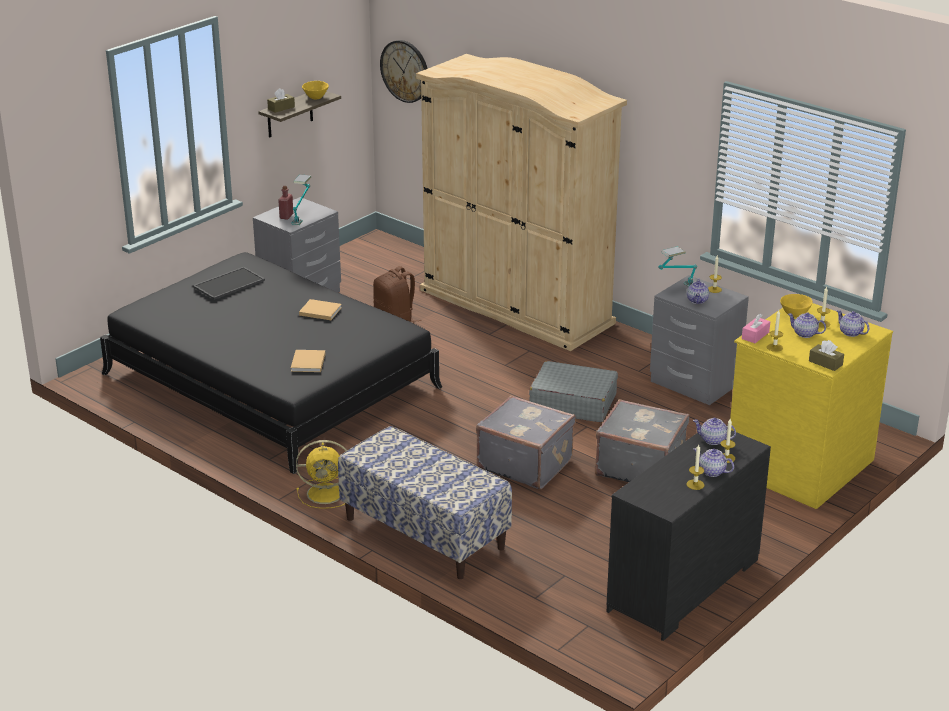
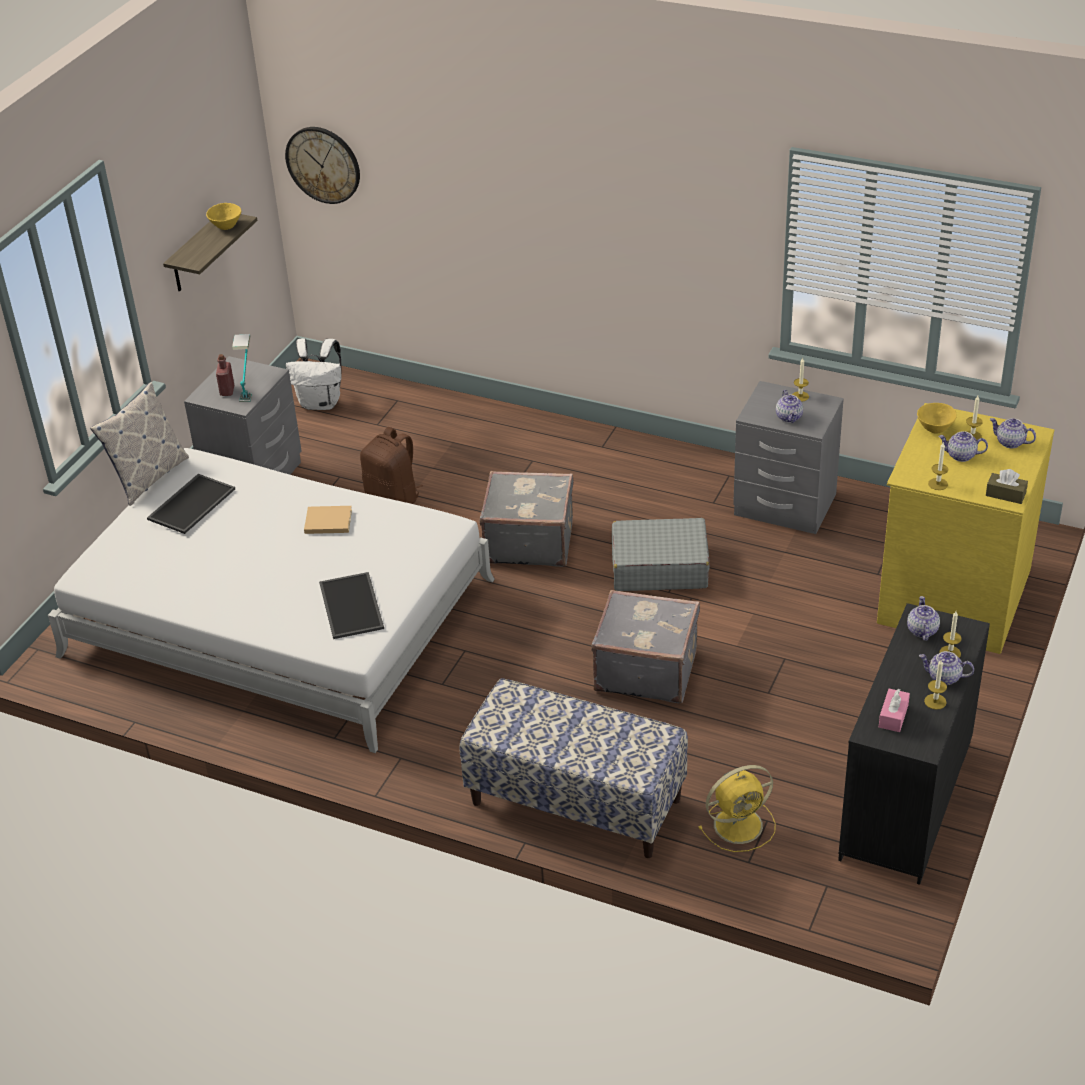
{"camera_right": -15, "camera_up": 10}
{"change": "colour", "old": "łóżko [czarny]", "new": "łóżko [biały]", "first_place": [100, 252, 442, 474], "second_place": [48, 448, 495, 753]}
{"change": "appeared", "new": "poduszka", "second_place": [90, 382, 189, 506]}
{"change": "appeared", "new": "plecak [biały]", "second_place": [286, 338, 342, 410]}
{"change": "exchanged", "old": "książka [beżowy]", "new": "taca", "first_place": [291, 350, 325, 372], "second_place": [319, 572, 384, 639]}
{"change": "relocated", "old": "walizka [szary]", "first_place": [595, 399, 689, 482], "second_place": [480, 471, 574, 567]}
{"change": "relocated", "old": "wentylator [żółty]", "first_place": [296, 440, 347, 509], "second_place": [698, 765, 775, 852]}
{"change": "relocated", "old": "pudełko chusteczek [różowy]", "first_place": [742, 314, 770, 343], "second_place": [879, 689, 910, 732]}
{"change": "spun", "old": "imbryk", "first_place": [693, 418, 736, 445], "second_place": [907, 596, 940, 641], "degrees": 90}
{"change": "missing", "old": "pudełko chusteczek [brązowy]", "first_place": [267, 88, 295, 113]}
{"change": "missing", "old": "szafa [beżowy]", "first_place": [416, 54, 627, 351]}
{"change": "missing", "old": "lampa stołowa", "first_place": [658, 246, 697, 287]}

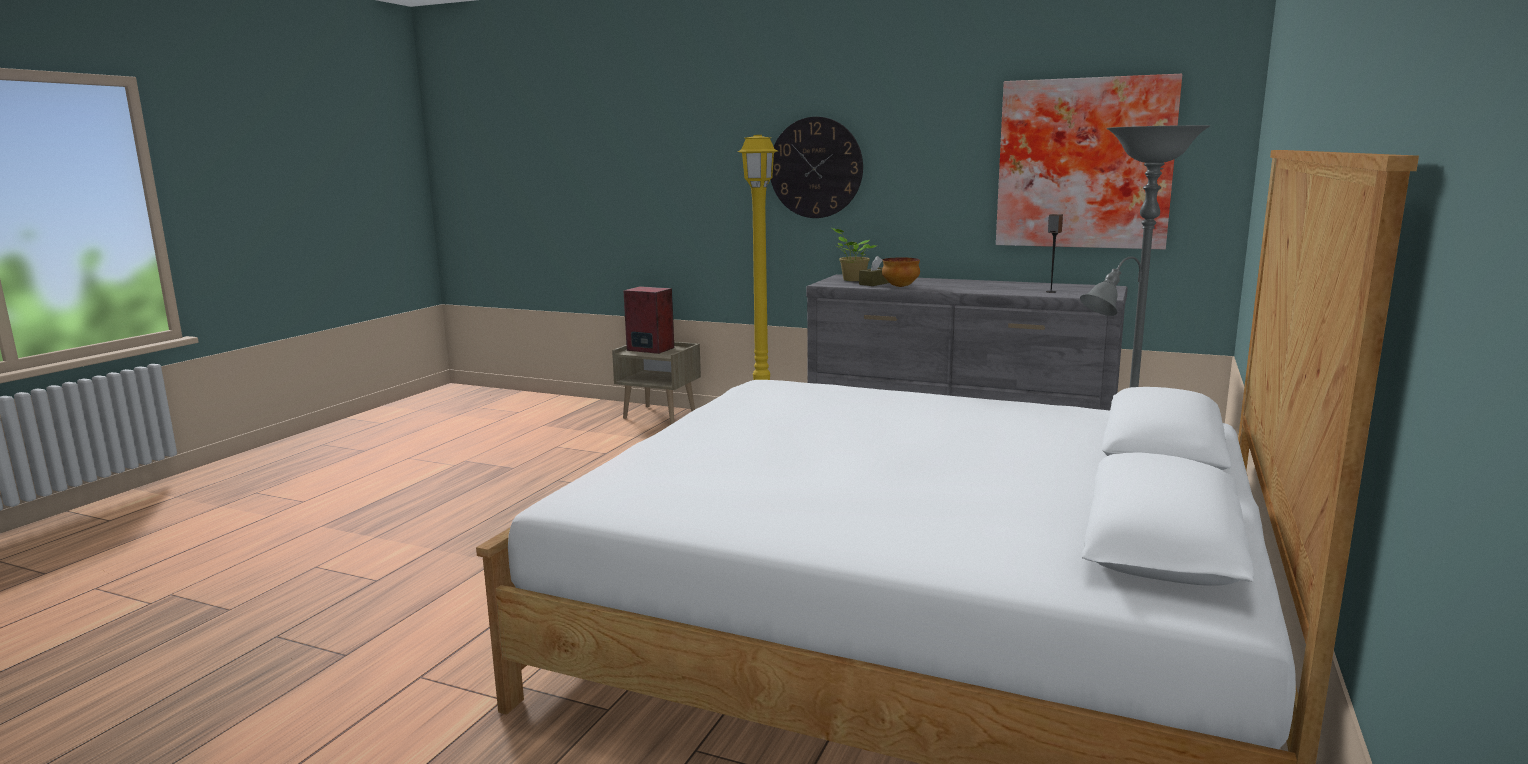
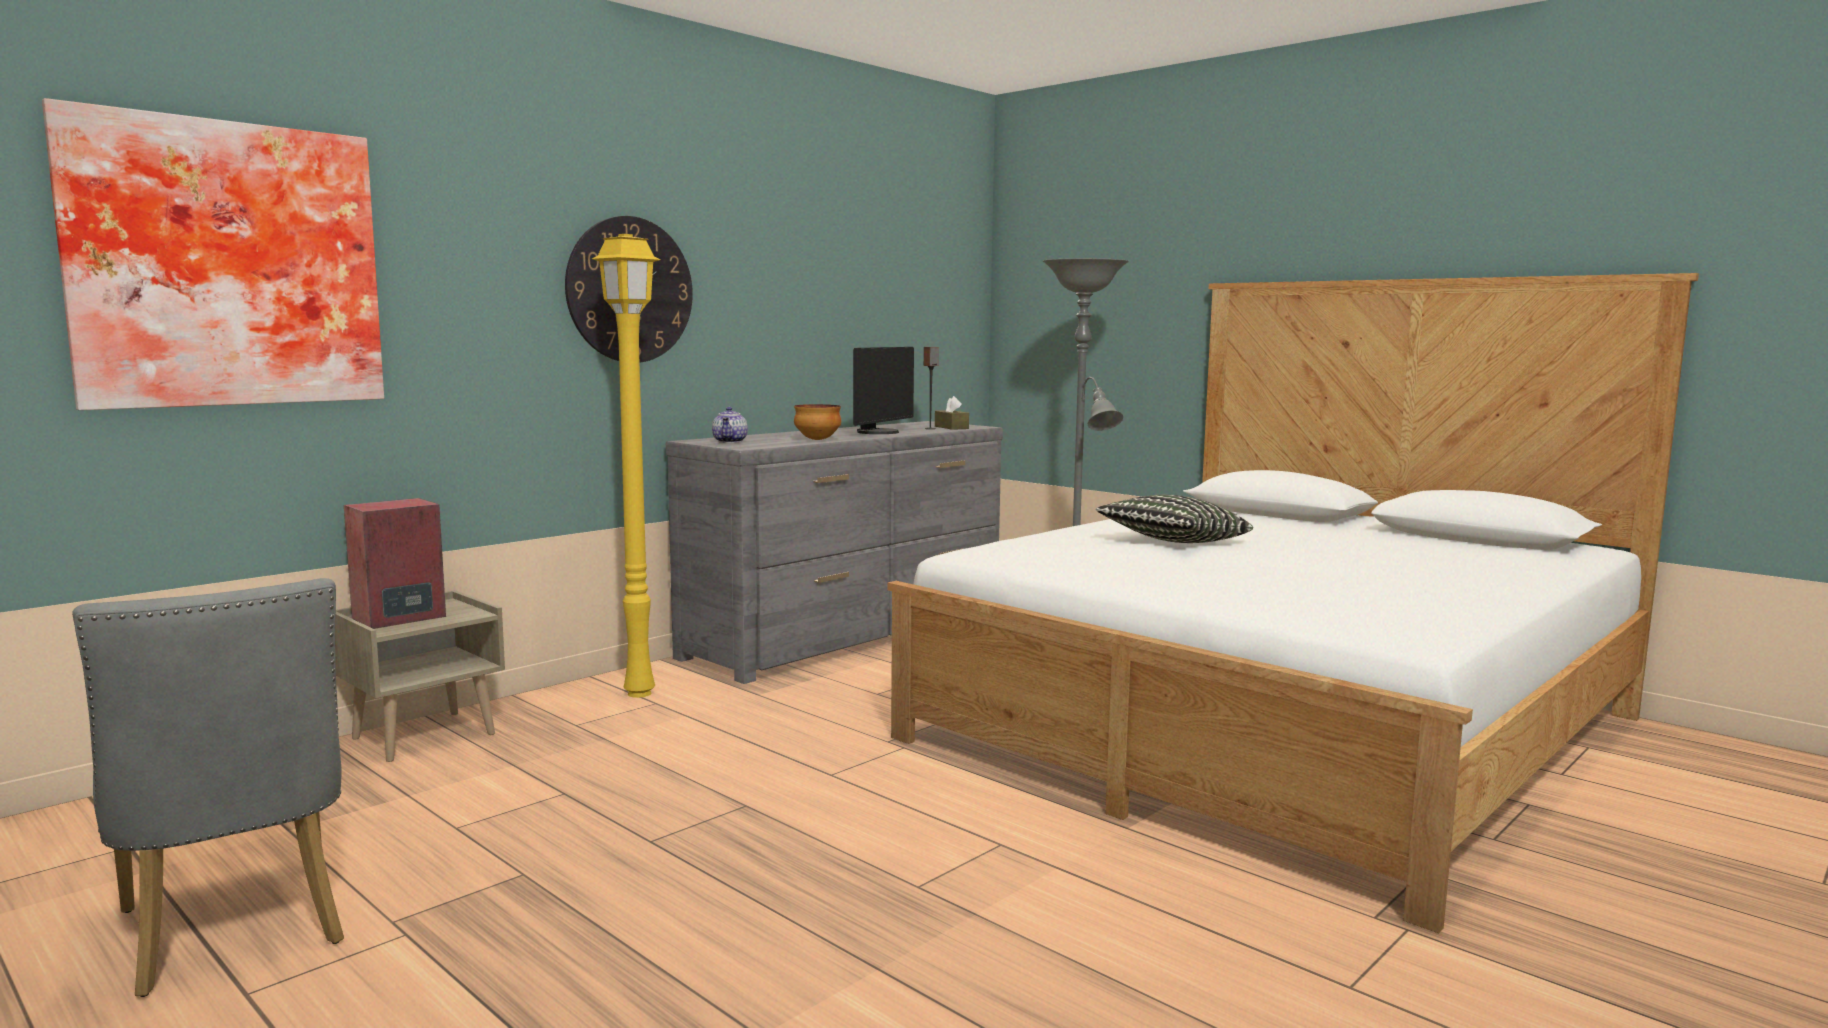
{"camera_right": -70, "camera_up": -5}
{"change": "relocated", "old": "obraz", "first_place": [996, 74, 1182, 249], "second_place": [42, 98, 384, 411]}
{"change": "appeared", "new": "krzesło [szary]", "second_place": [72, 578, 344, 997]}
{"change": "exchanged", "old": "roślina doniczkowa", "new": "imbryk", "first_place": [832, 228, 876, 281], "second_place": [712, 407, 748, 443]}
{"change": "appeared", "new": "monitor", "second_place": [853, 347, 914, 434]}
{"change": "relocated", "old": "pudełko chusteczek [brązowy]", "first_place": [859, 256, 889, 286], "second_place": [935, 396, 969, 430]}
{"change": "appeared", "new": "poduszka", "second_place": [1096, 494, 1253, 543]}

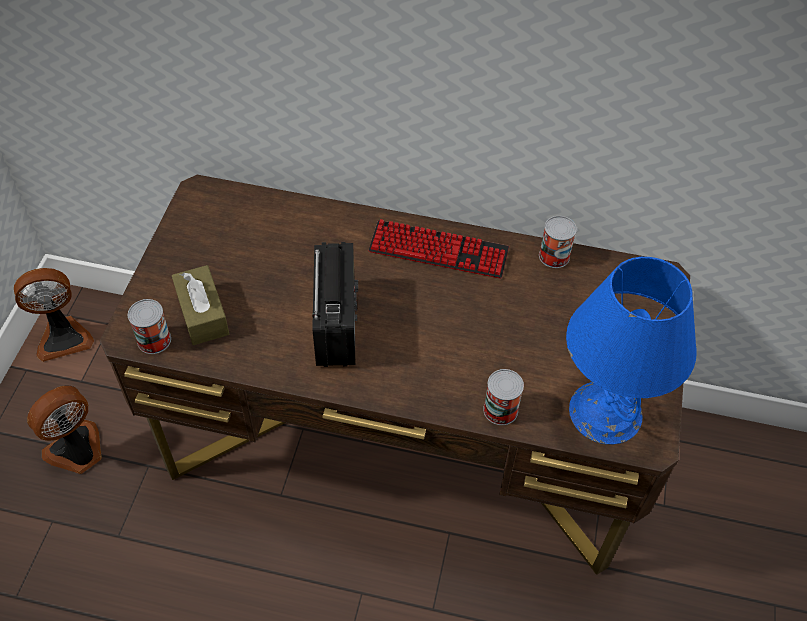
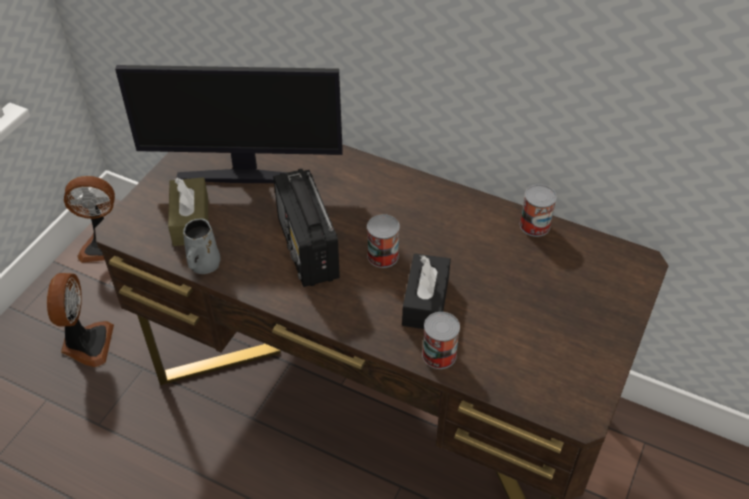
{"camera_right": 15, "camera_up": -5}
{"change": "spun", "old": "wentylator", "first_place": [27, 386, 102, 474], "second_place": [47, 273, 114, 367], "degrees": 120}
{"change": "appeared", "new": "monitor", "second_place": [115, 65, 343, 183]}
{"change": "appeared", "new": "kubek [szary]", "second_place": [183, 218, 221, 274]}
{"change": "spun", "old": "radio", "first_place": [312, 242, 358, 367], "second_place": [273, 169, 340, 287], "degrees": 150}
{"change": "relocated", "old": "puszka", "first_place": [128, 299, 171, 354], "second_place": [367, 214, 400, 268]}
{"change": "appeared", "new": "pudełko chusteczek [czarny]", "second_place": [402, 253, 451, 329]}
{"change": "missing", "old": "klawiatura", "first_place": [368, 219, 509, 279]}
{"change": "missing", "old": "lampa stołowa [niebieski]", "first_place": [566, 257, 696, 445]}

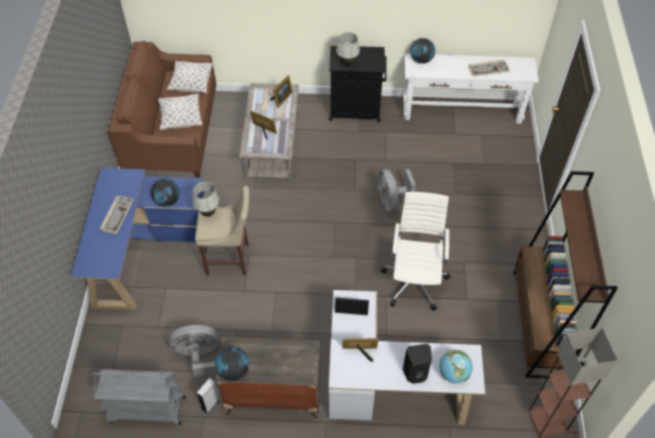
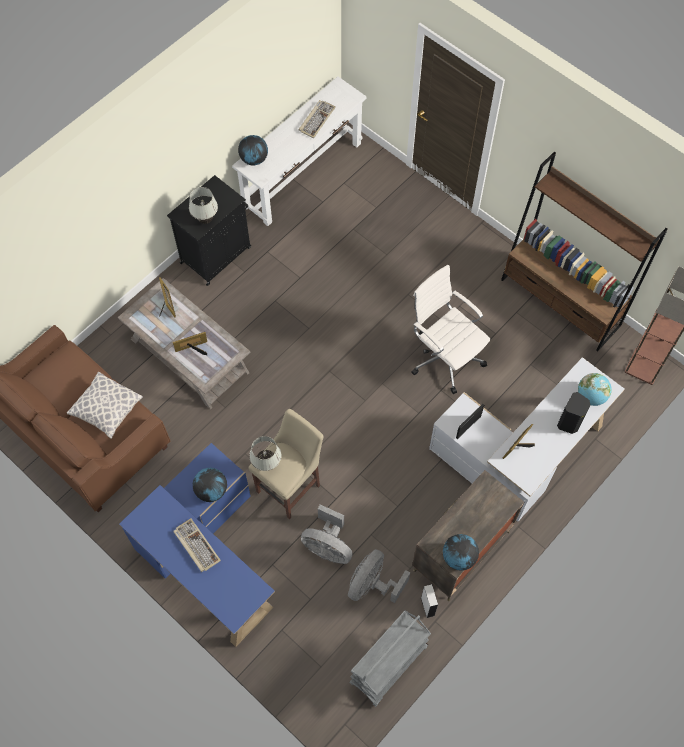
{"camera_right": -50, "camera_up": 10}
{"change": "relocated", "old": "wentylator [szary]", "first_place": [378, 169, 416, 212], "second_place": [301, 505, 353, 564]}
{"change": "missing", "old": "poduszka", "first_place": [167, 61, 214, 94]}

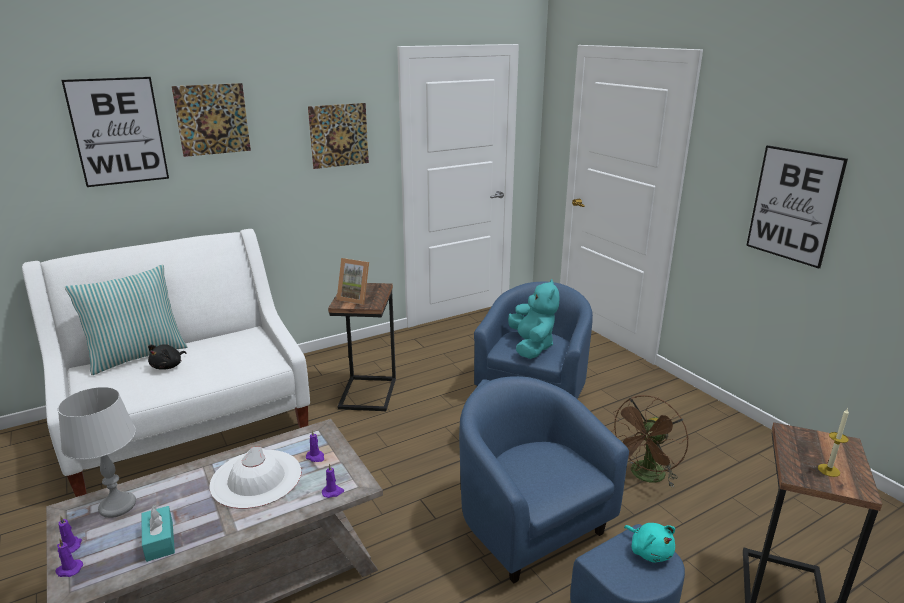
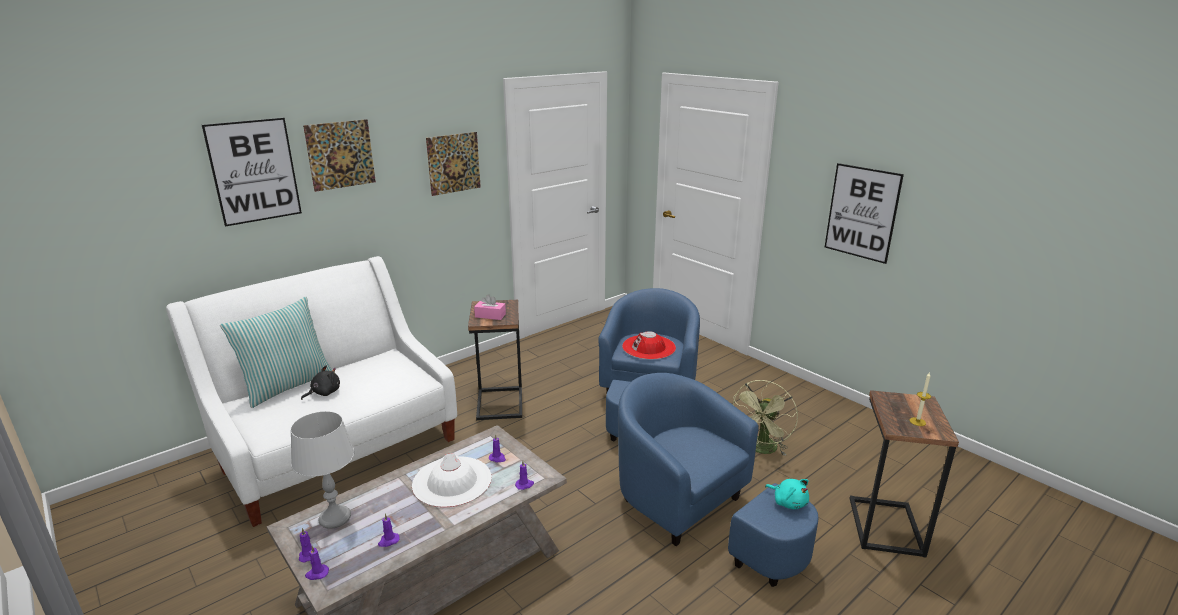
{"camera_right": -10, "camera_up": 0}
{"change": "spun", "old": "pluszak [czarny]", "first_place": [148, 344, 187, 370], "second_place": [301, 365, 340, 400], "degrees": -150}
{"change": "exchanged", "old": "pudełko chusteczek [turkusowy]", "new": "świeca [fioletowy]", "first_place": [141, 505, 175, 562], "second_place": [378, 514, 400, 547]}
{"change": "exchanged", "old": "ramka na zdjęcie", "new": "pudełko chusteczek [różowy]", "first_place": [337, 258, 369, 305], "second_place": [474, 294, 506, 320]}
{"change": "exchanged", "old": "pluszak [turkusowy]", "new": "kapelusz [czerwony]", "first_place": [508, 279, 560, 359], "second_place": [622, 331, 676, 359]}
{"change": "colour", "old": "wentylator [brązowy]", "new": "wentylator [zielony]", "first_place": [611, 395, 689, 487], "second_place": [733, 380, 798, 456]}

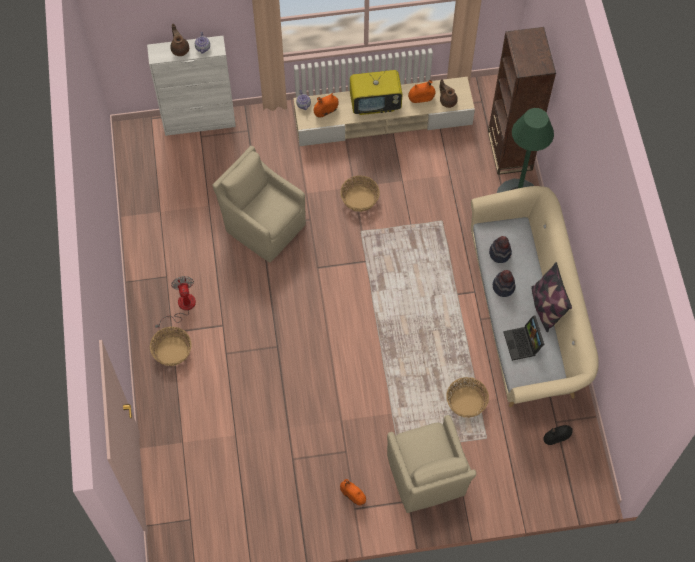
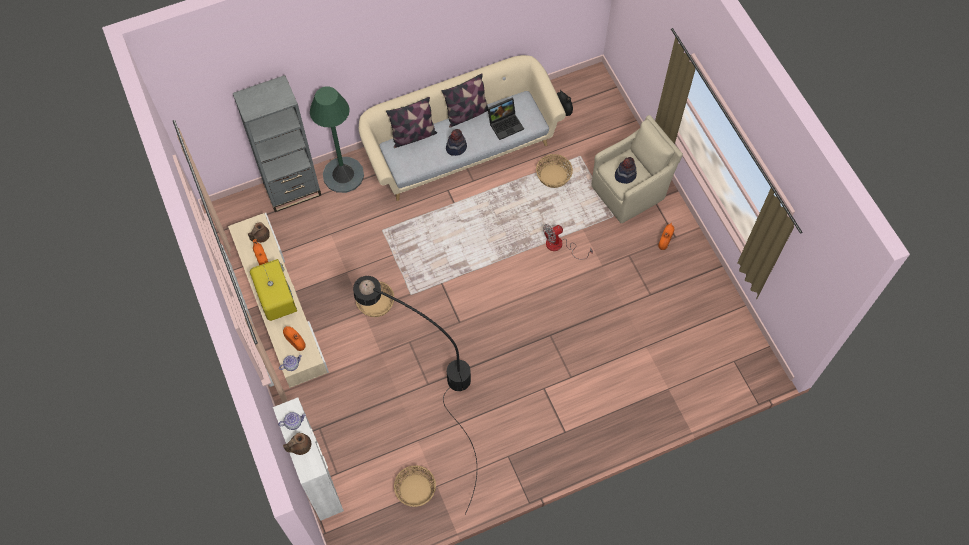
{"camera_right": -105, "camera_up": 0}
{"change": "colour", "old": "regał [brązowy]", "new": "regał [szary]", "first_place": [488, 27, 556, 175], "second_place": [233, 75, 321, 212]}
{"change": "exchanged", "old": "fotel [beżowy]", "new": "lampa stojąca [czarny]", "first_place": [213, 146, 306, 263], "second_place": [353, 276, 477, 514]}
{"change": "appeared", "new": "poduszka", "second_place": [386, 97, 437, 148]}
{"change": "relocated", "old": "koszyk", "first_place": [150, 327, 192, 366], "second_place": [394, 465, 436, 507]}
{"change": "relocated", "old": "wentylator", "first_place": [155, 276, 196, 328], "second_place": [543, 224, 593, 260]}
{"change": "relocated", "old": "kapelusz", "first_place": [489, 236, 512, 263], "second_place": [615, 157, 637, 184]}

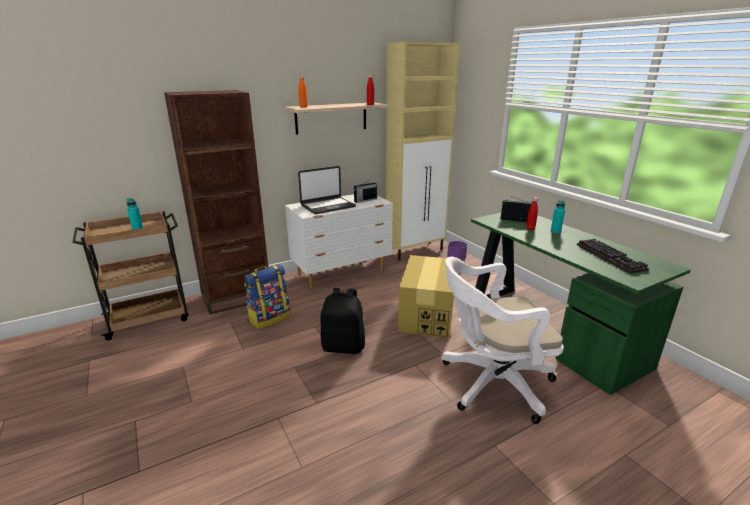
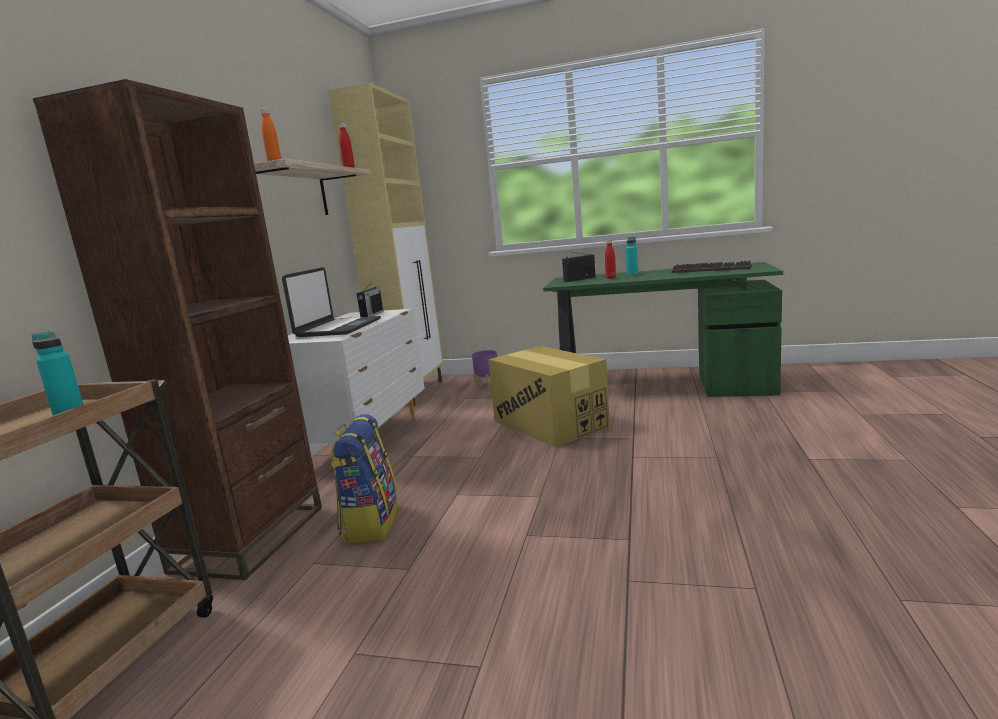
{"camera_right": -45, "camera_up": -10}
{"change": "missing", "old": "plecak [czarny]", "first_place": [320, 288, 365, 354]}
{"change": "missing", "old": "krzesło biurowe [biały]", "first_place": [442, 257, 564, 424]}

